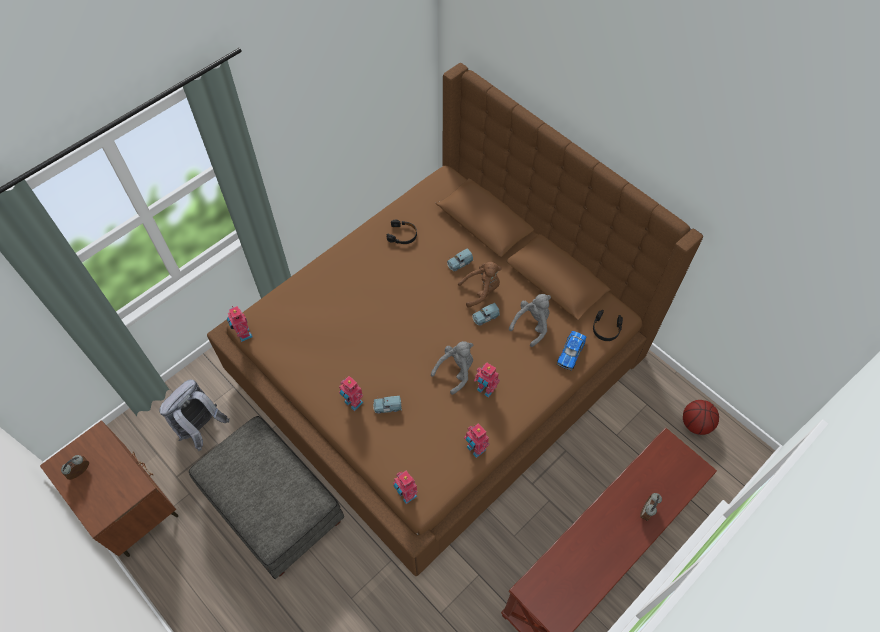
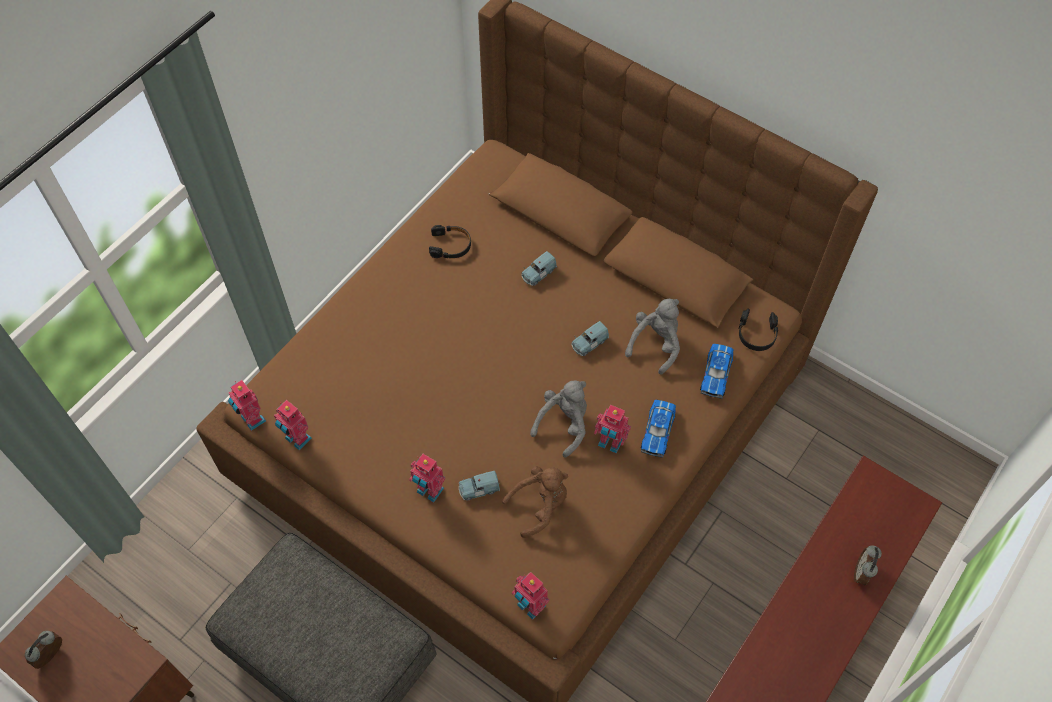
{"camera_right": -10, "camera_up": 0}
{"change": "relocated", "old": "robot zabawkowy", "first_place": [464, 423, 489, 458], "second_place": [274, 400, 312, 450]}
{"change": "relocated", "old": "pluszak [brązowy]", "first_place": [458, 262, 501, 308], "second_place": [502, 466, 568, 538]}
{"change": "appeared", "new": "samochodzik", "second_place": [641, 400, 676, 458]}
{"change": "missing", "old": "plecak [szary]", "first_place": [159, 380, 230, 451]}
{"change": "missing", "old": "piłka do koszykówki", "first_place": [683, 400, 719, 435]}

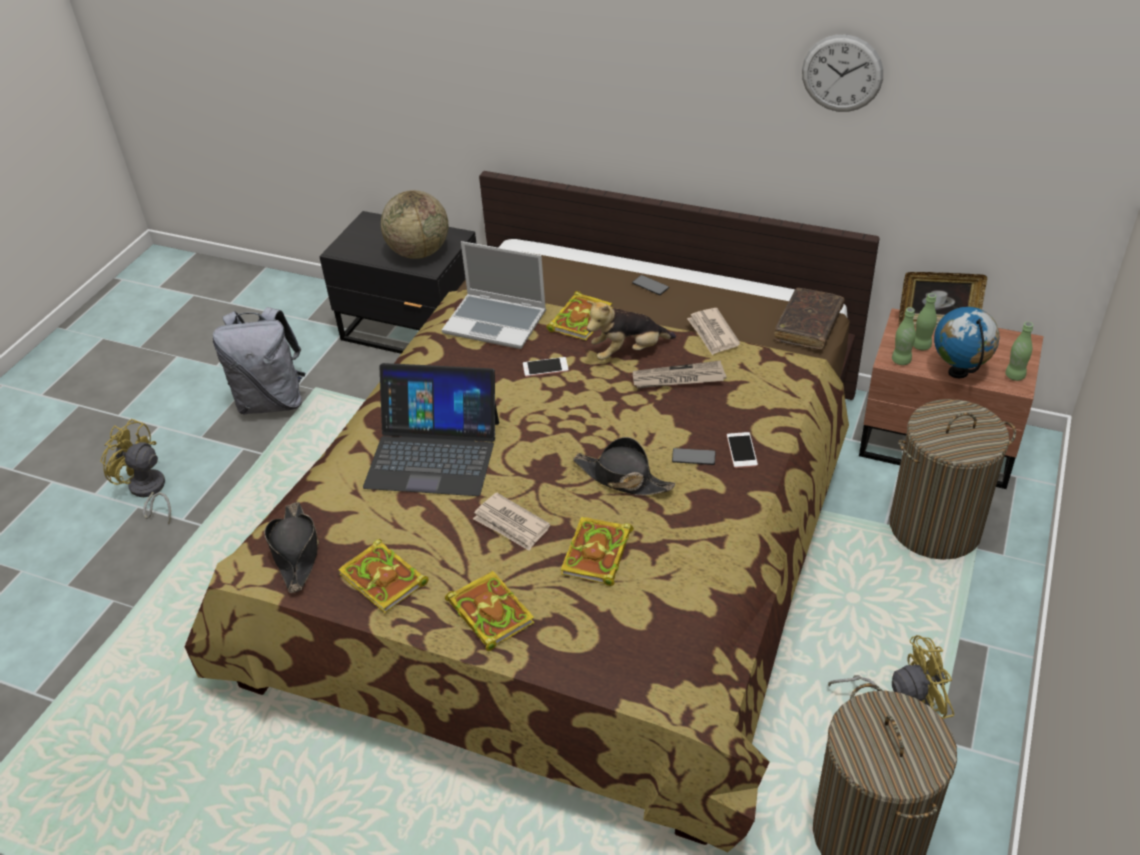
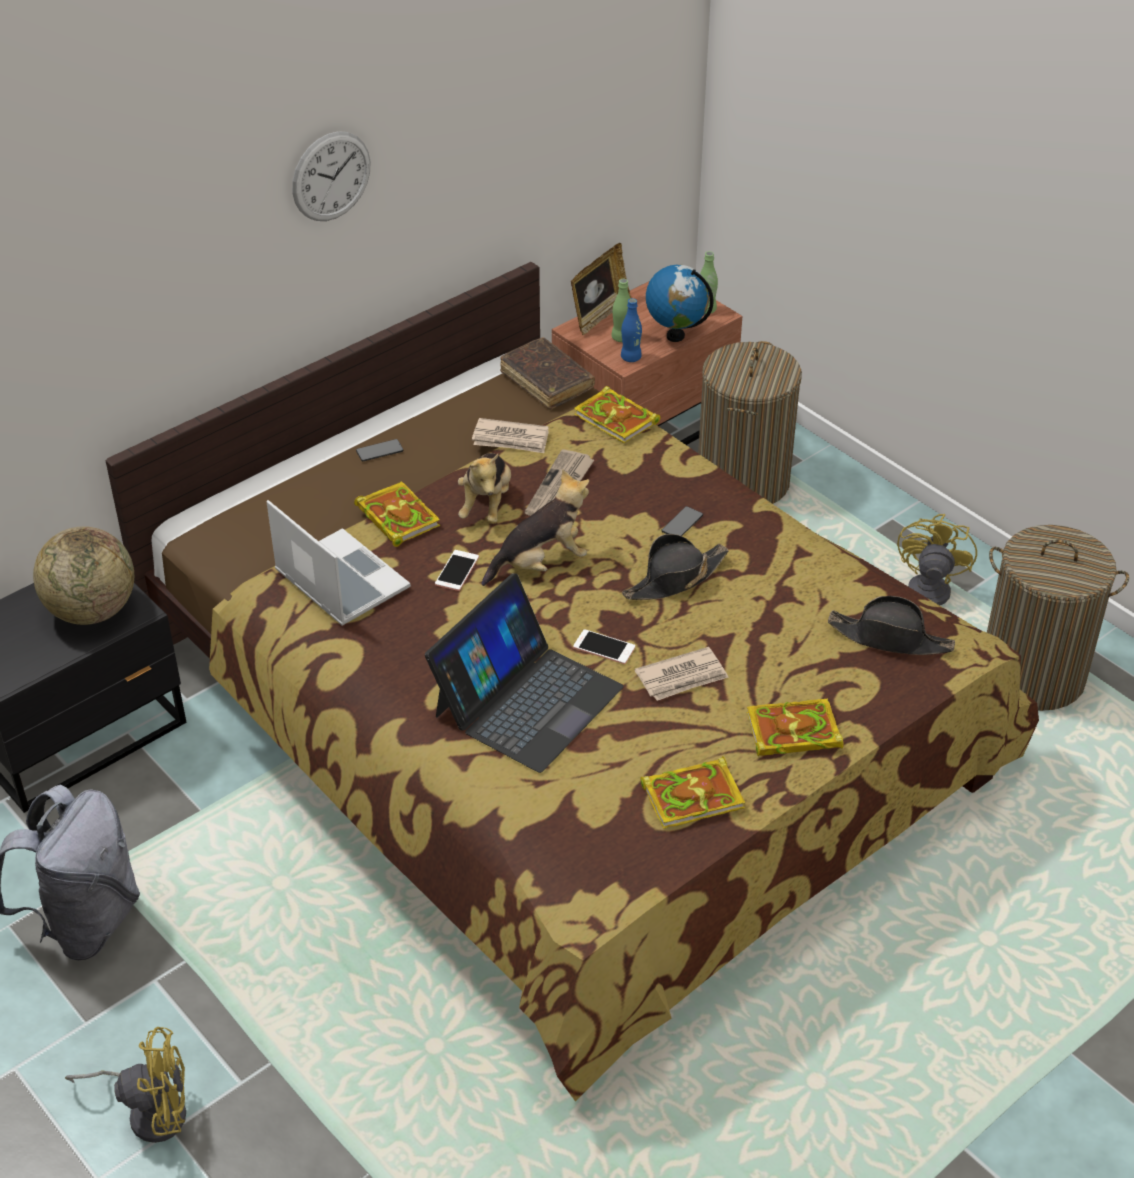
{"camera_right": -65, "camera_up": 0}
{"change": "spun", "old": "wentylator [żółty]", "first_place": [100, 419, 171, 524], "second_place": [65, 1027, 186, 1143], "degrees": -150}
{"change": "spun", "old": "laptop", "first_place": [442, 241, 546, 349], "second_place": [266, 500, 411, 626], "degrees": -90}
{"change": "relocated", "old": "zegar ścienny", "first_place": [802, 35, 883, 112], "second_place": [292, 131, 371, 221]}
{"change": "appeared", "new": "pluszak", "second_place": [482, 470, 589, 586]}
{"change": "relocated", "old": "telefon", "first_place": [727, 432, 758, 468], "second_place": [573, 629, 635, 664]}
{"change": "relocated", "old": "książka", "first_place": [560, 517, 634, 586], "second_place": [574, 386, 660, 443]}
{"change": "colour", "old": "butelka [zielony]", "new": "butelka [niebieski]", "first_place": [892, 307, 916, 365], "second_place": [621, 298, 642, 362]}
{"change": "relocated", "old": "kapelusz [czarny]", "first_place": [264, 502, 319, 593], "second_place": [828, 596, 955, 655]}

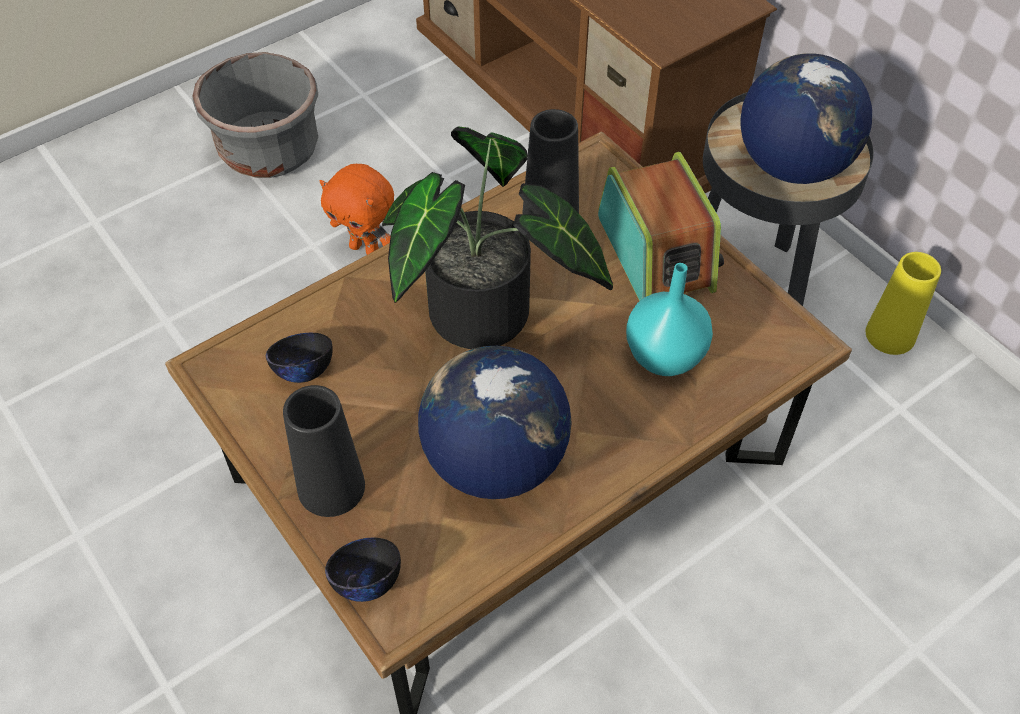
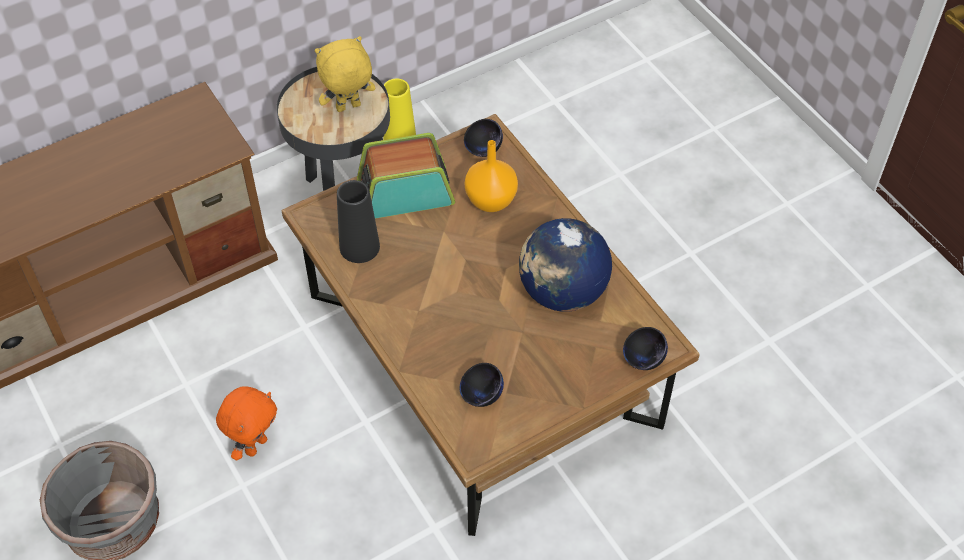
{"camera_right": -85, "camera_up": 0}
{"change": "exchanged", "old": "globus", "new": "pluszak [żółty]", "first_place": [740, 53, 872, 184], "second_place": [315, 36, 375, 112]}
{"change": "appeared", "new": "miska [czarny]", "second_place": [464, 119, 503, 157]}
{"change": "colour", "old": "wazon [turkusowy]", "new": "wazon [pomarańczowy]", "first_place": [626, 263, 713, 376], "second_place": [465, 140, 518, 212]}
{"change": "missing", "old": "wazon [czarny]", "first_place": [283, 385, 365, 517]}
{"change": "missing", "old": "roślina doniczkowa", "first_place": [382, 126, 613, 349]}

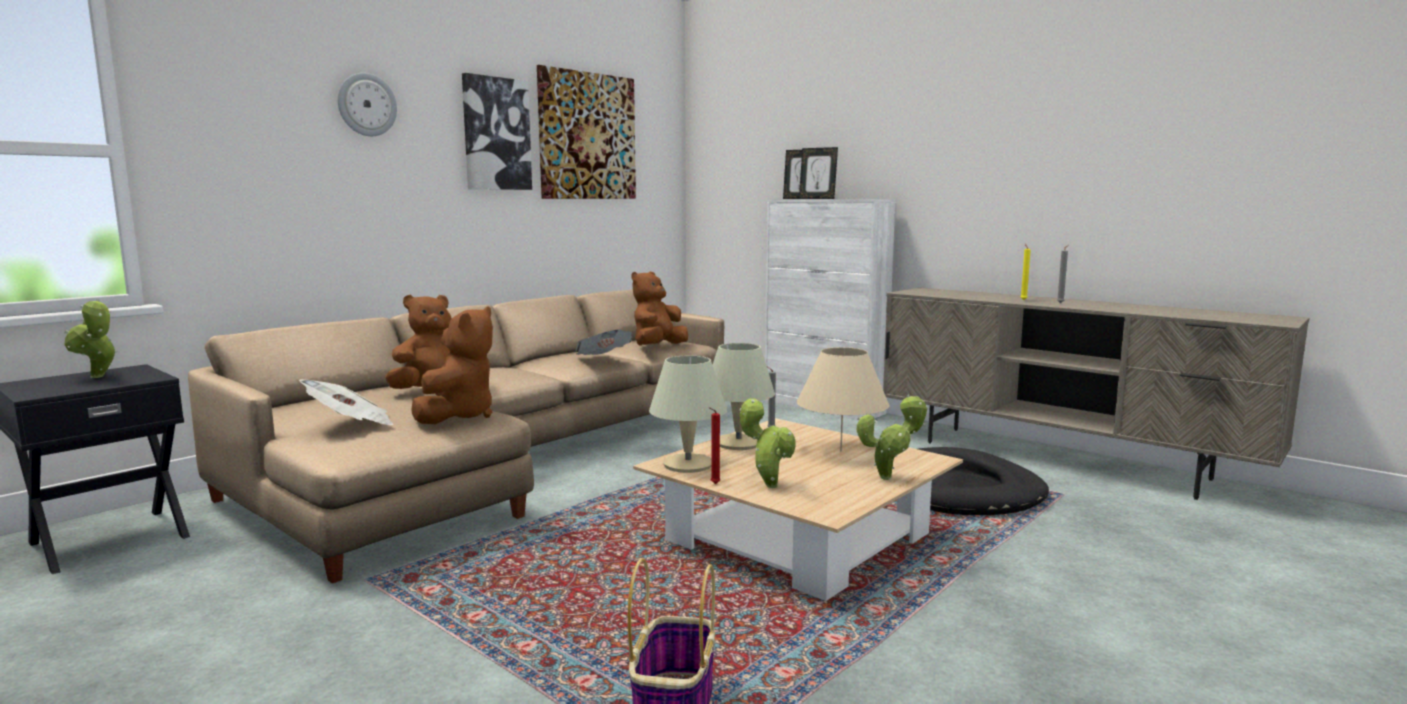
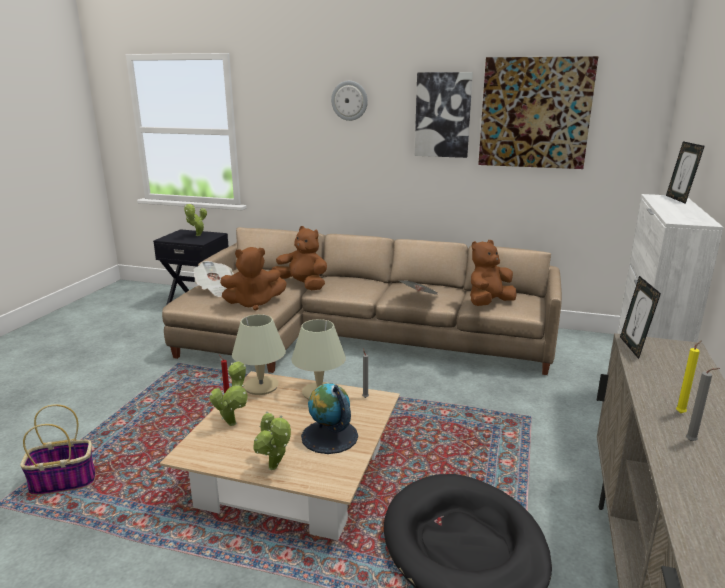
{"camera_right": 65, "camera_up": 10}
{"change": "exchanged", "old": "lampa stołowa [beżowy]", "new": "globus", "first_place": [797, 347, 890, 451], "second_place": [301, 383, 358, 454]}
{"change": "spun", "old": "pluszak [brązowy]", "first_place": [632, 272, 688, 345], "second_place": [470, 240, 517, 306], "degrees": -45}
{"change": "relocated", "old": "ramka na zdjęcie", "first_place": [799, 147, 838, 199], "second_place": [620, 276, 661, 359]}

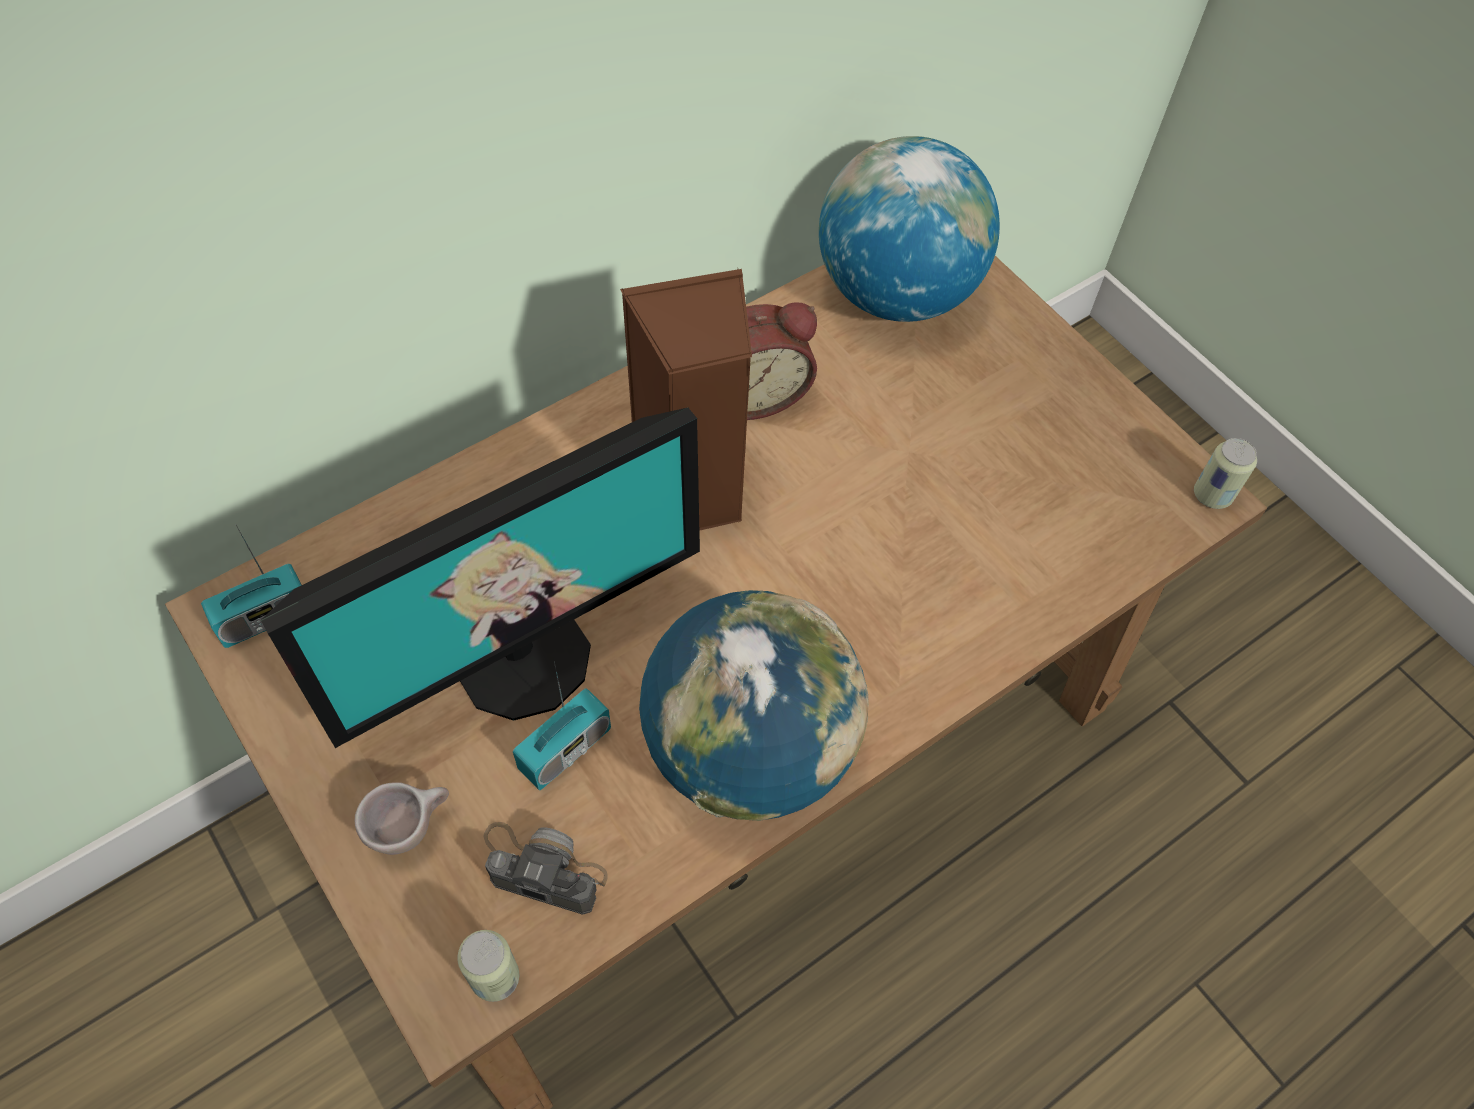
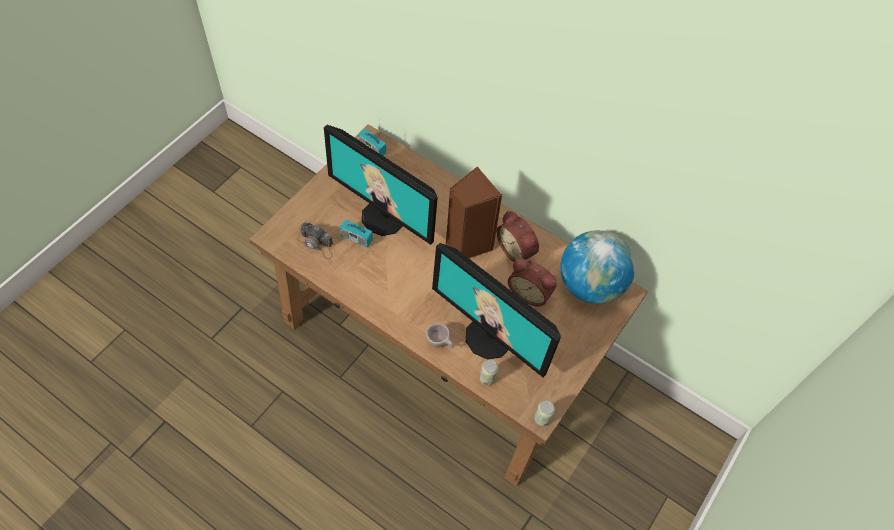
{"camera_right": 70, "camera_up": 0}
{"change": "spun", "old": "aparat fotograficzny", "first_place": [483, 822, 608, 915], "second_place": [297, 222, 333, 259], "degrees": 120}
{"change": "relocated", "old": "filiżanka [beżowy]", "first_place": [355, 782, 449, 855], "second_place": [426, 323, 454, 348]}
{"change": "appeared", "new": "monitor", "second_place": [432, 243, 561, 377]}
{"change": "relocated", "old": "puszka", "first_place": [458, 930, 519, 1002], "second_place": [480, 360, 498, 386]}
{"change": "appeared", "new": "budzik", "second_place": [508, 258, 557, 306]}
{"change": "missing", "old": "globus", "first_place": [639, 590, 869, 821]}

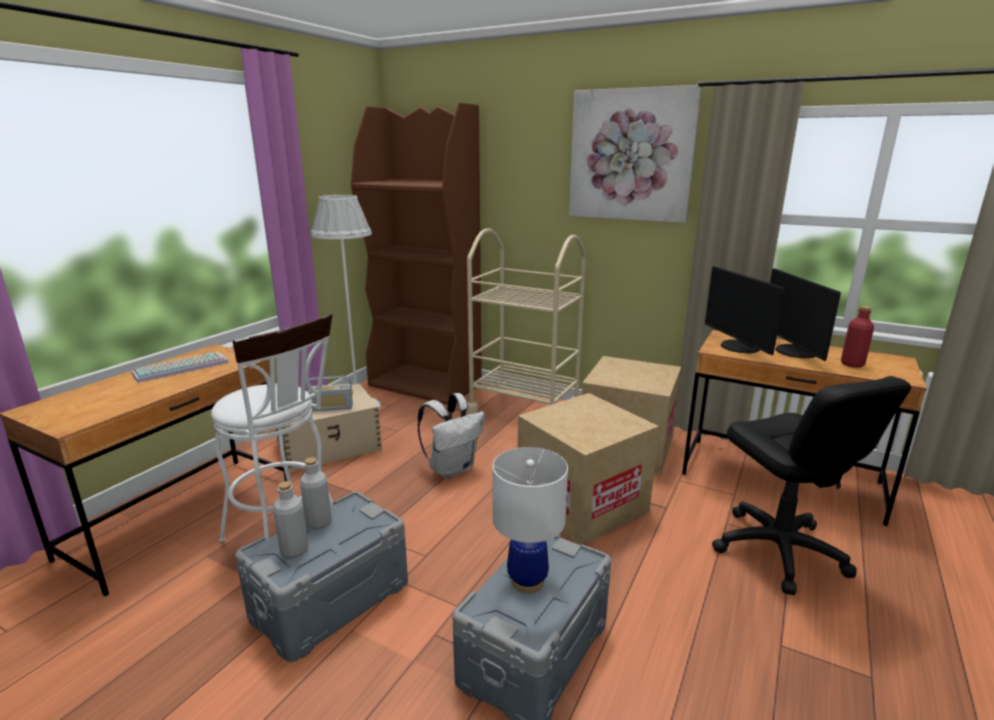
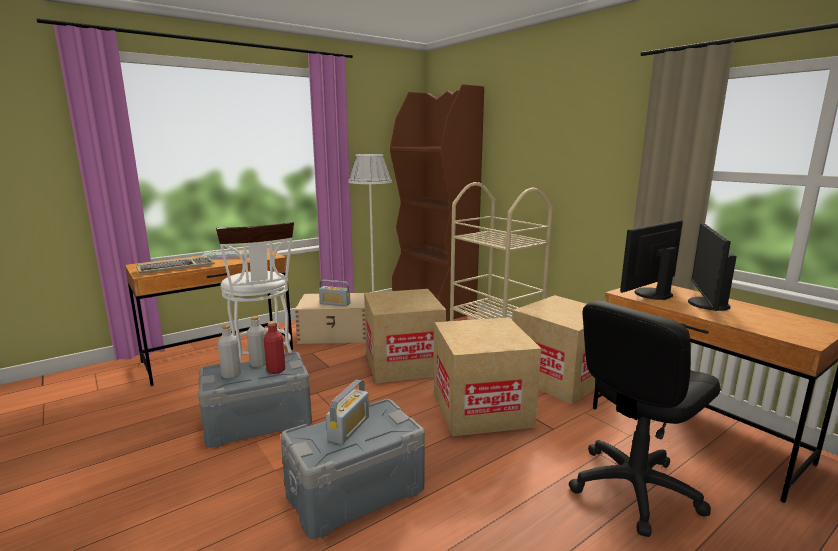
{"camera_right": 25, "camera_up": -5}
{"change": "appeared", "new": "klawiatura", "second_place": [136, 256, 215, 274]}
{"change": "relocated", "old": "butelka [czerwony]", "first_place": [841, 306, 874, 368], "second_place": [264, 321, 285, 374]}
{"change": "exchanged", "old": "lampa stołowa [biały]", "new": "radio", "first_place": [493, 447, 568, 593], "second_place": [326, 380, 369, 444]}
{"change": "exchanged", "old": "plecak [biały]", "new": "karton", "first_place": [417, 393, 485, 479], "second_place": [364, 289, 446, 384]}
{"change": "spun", "old": "krzesło biurowe [czarny]", "first_place": [712, 376, 911, 595], "second_place": [569, 300, 720, 537], "degrees": 45}
{"change": "spun", "old": "monitor", "first_place": [705, 266, 785, 355], "second_place": [620, 220, 683, 300], "degrees": 45}
{"change": "missing", "old": "obraz", "first_place": [569, 85, 702, 223]}

